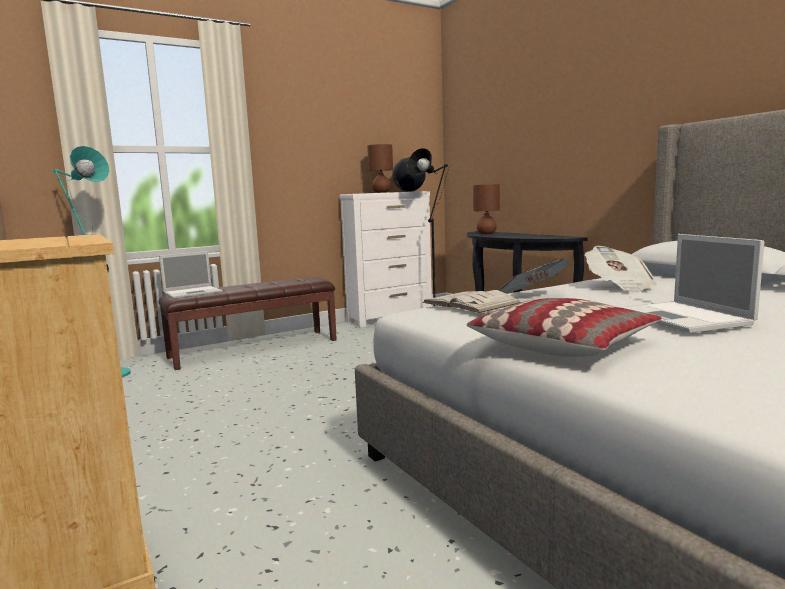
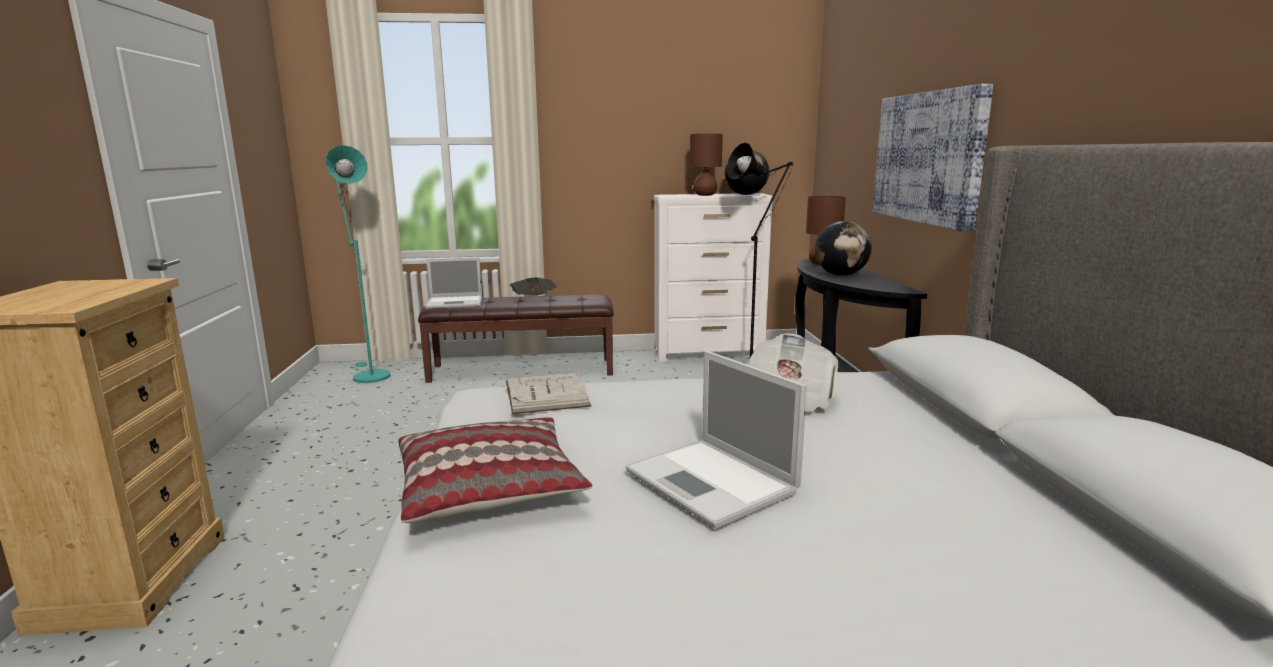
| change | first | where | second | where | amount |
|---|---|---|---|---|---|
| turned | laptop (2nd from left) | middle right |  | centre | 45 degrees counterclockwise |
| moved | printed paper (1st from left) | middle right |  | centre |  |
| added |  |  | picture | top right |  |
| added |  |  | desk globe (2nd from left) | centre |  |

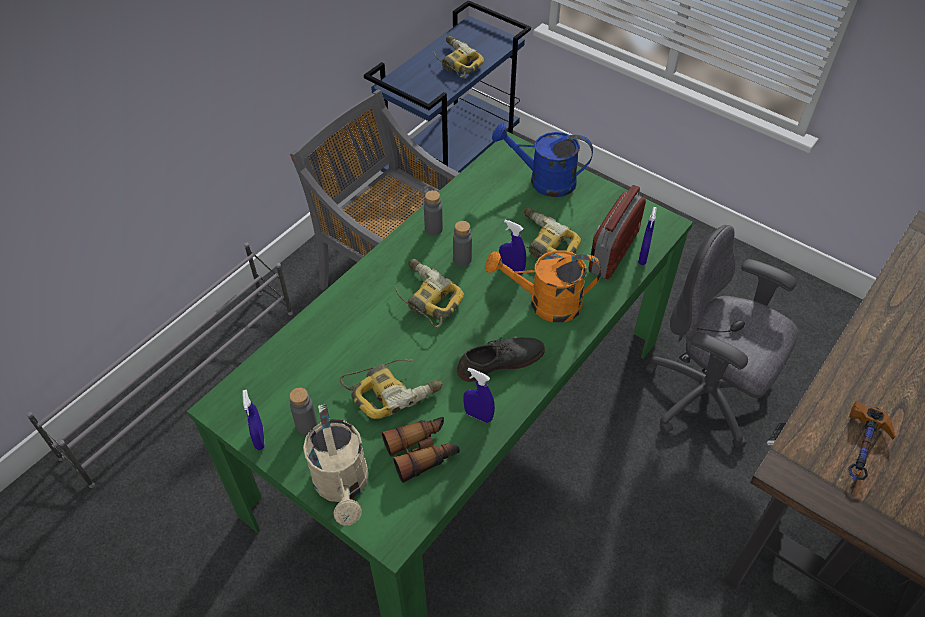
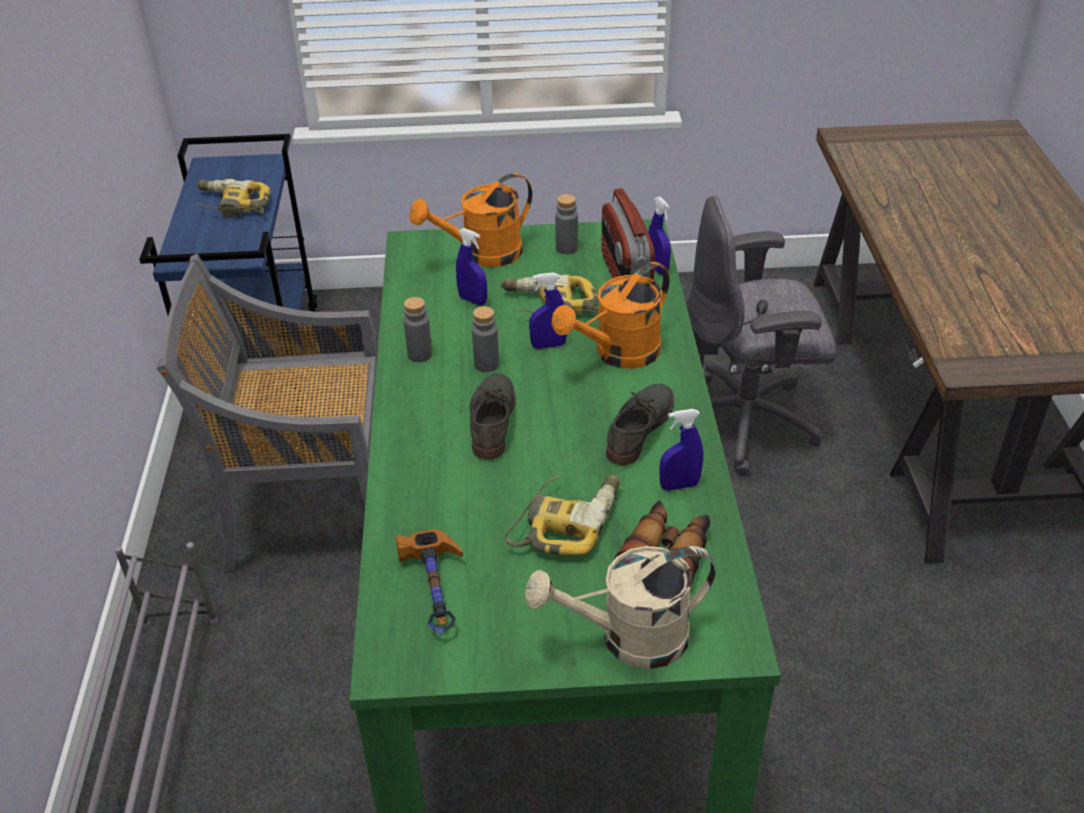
| change | first | where | second | where | amount |
|---|---|---|---|---|---|
| recoloured | bluish watering can | top centre | orange-coloured watering can (1st from left) | top centre |  |
| replaced | drill (2nd from left) | centre | greyish item of footwear (1st from left) | centre |  |
| moved | greyish drink bottle (1st from left in the first image) | middle left | greyish drink bottle (3rd from left) | top centre |  |
| moved | bluish hand sprayer (1st from left) | bottom left |  | top centre |  |
| moved | tool hammer | bottom right |  | bottom centre |  |
| turned | beige-coloured watering can | bottom centre |  | bottom centre | 135 degrees clockwise |

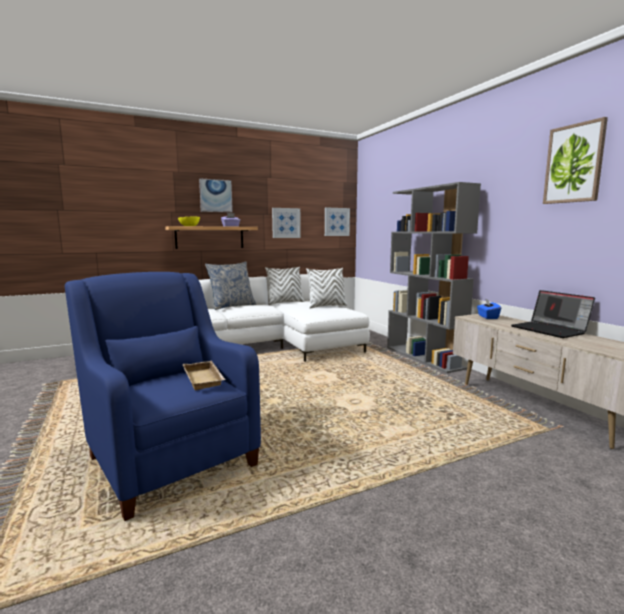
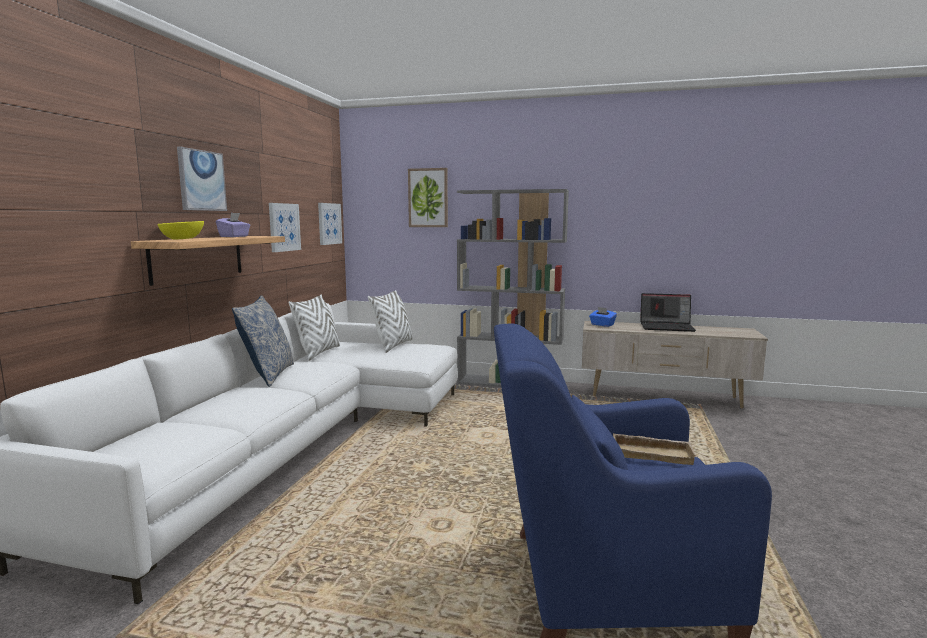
| change | first | where | second | where | amount |
|---|---|---|---|---|---|
| moved | picture (4th from left) | top right |  | top centre |  |

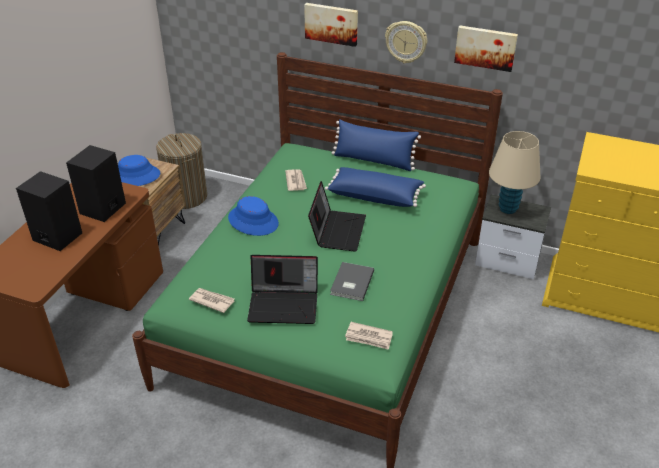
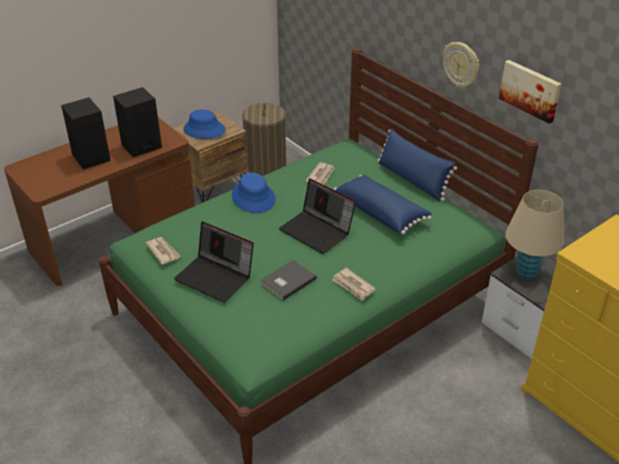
| change | first | where | second | where | amount |
|---|---|---|---|---|---|
| removed | picture (1st from left) | top centre |  |  |  |
| turned | laptop (2nd from left) | centre |  | centre | 90 degrees clockwise |
| moved | printed paper (3rd from left) | bottom centre |  | centre |  |

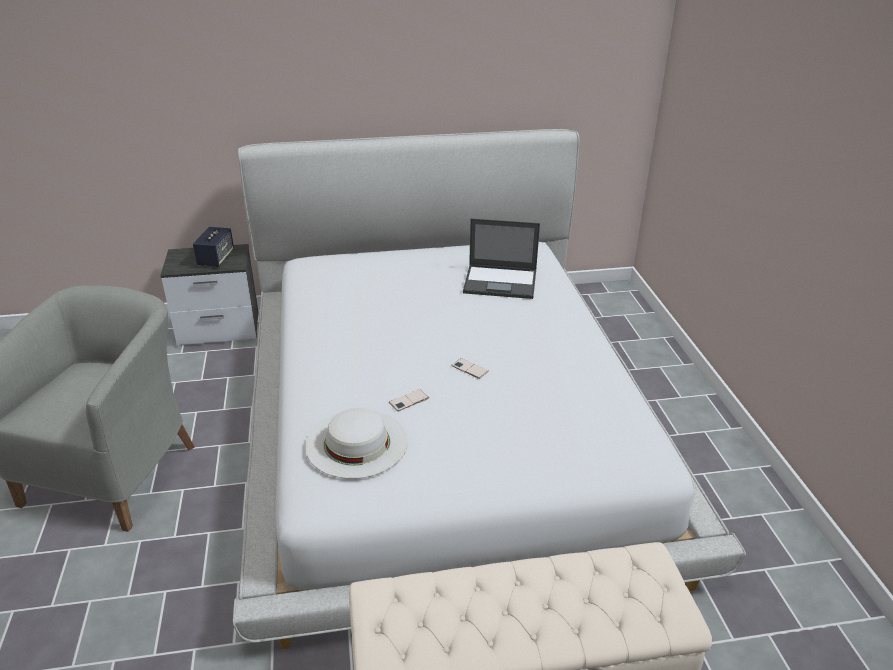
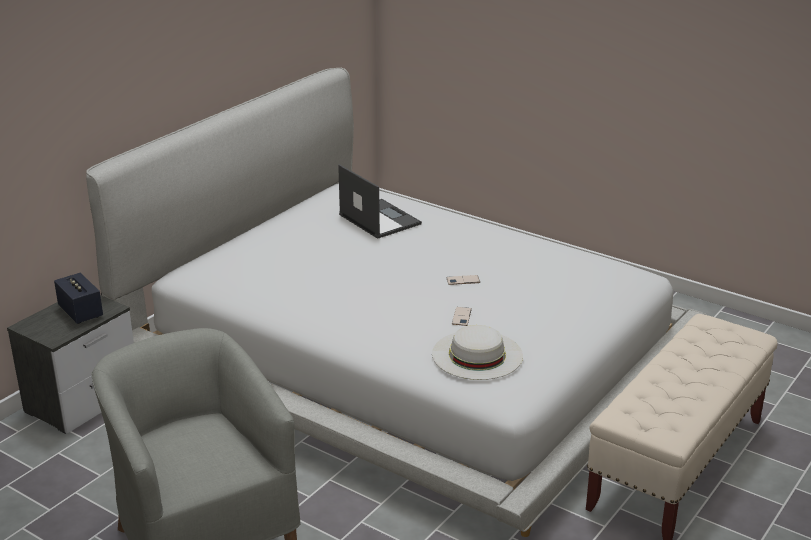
| change | first | where | second | where | amount |
|---|---|---|---|---|---|
| turned | laptop | centre |  | centre | 90 degrees counterclockwise |

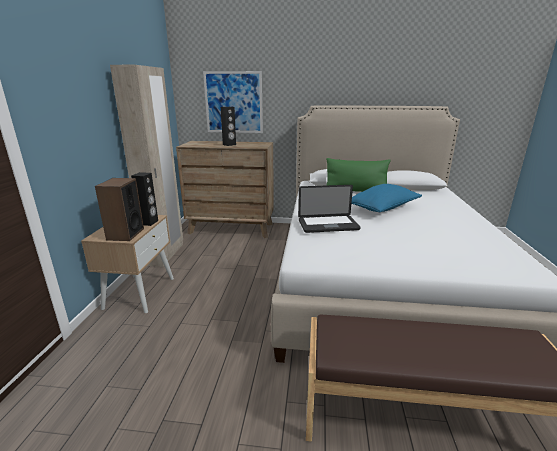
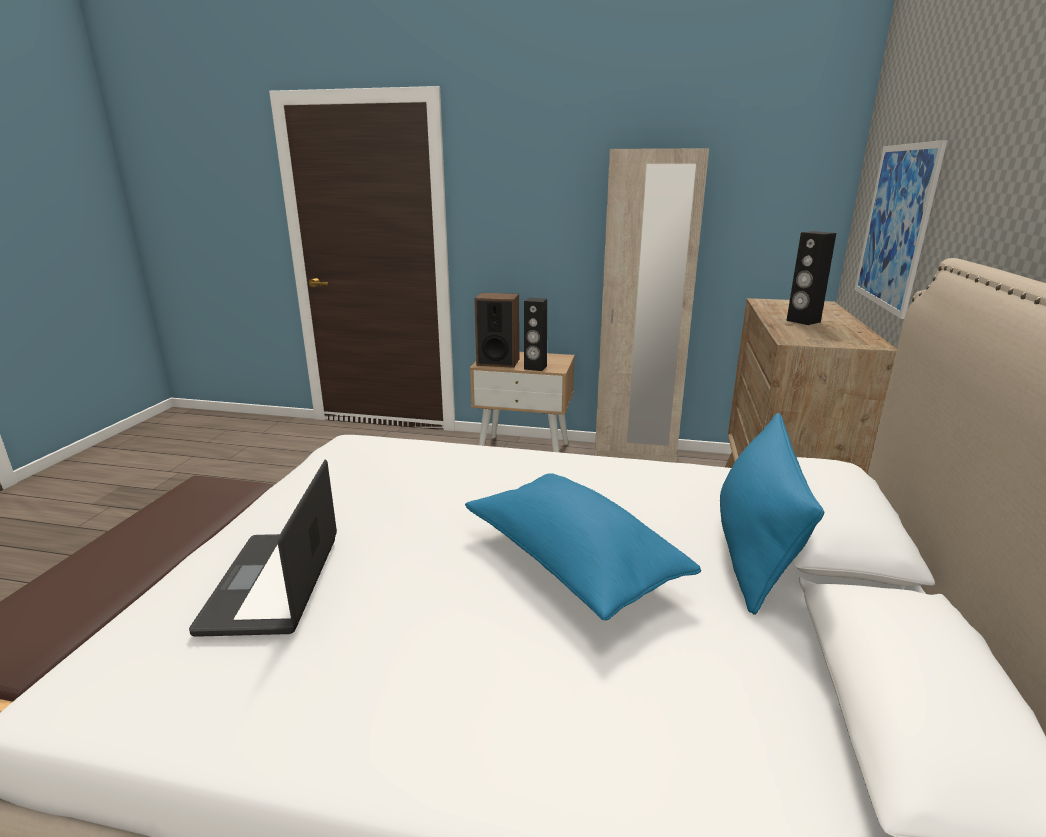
| change | first | where | second | where | amount |
|---|---|---|---|---|---|
| recoloured | green throw pillow | centre | bluish throw pillow (2nd from left) | middle right |  |
| moved | laptop | centre |  | middle left |  |

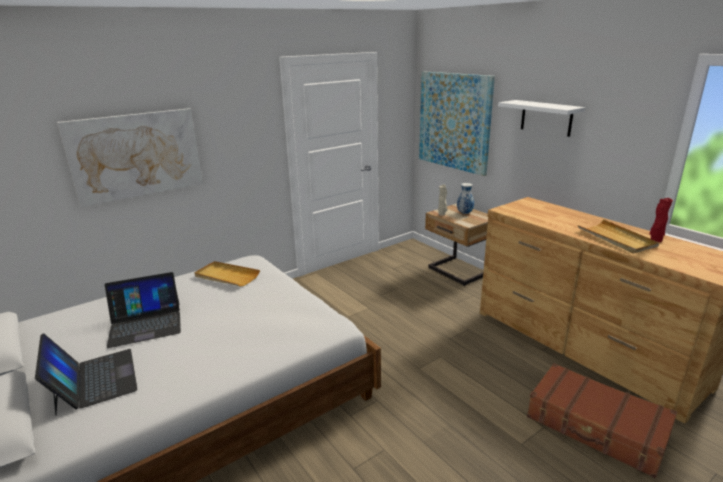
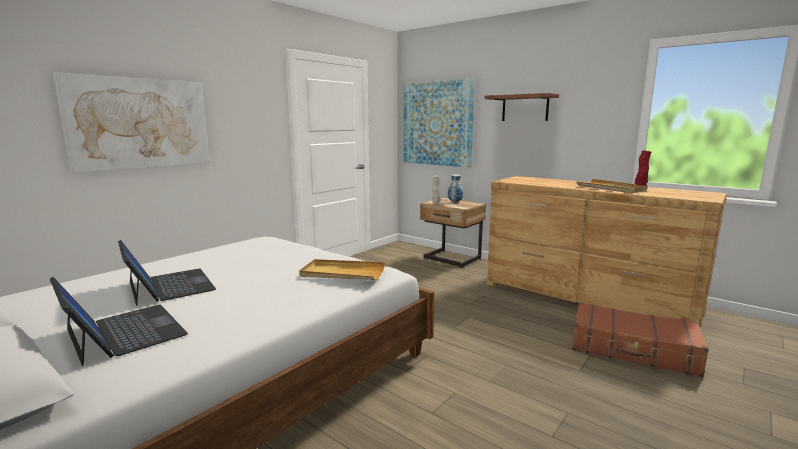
| change | first | where | second | where | amount |
|---|---|---|---|---|---|
| recoloured | whitish wall shelf | top right | brown wall shelf | top centre |  |
| moved | beige-coloured carrying tray (1st from left) | middle left |  | centre |  |
| turned | laptop (2nd from left) | middle left |  | middle left | 90 degrees counterclockwise |

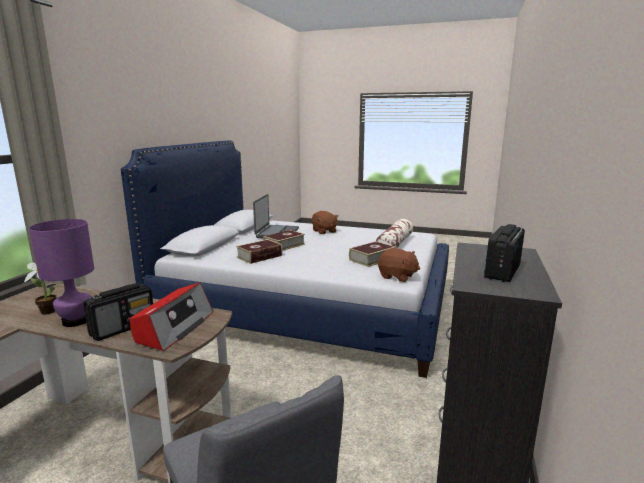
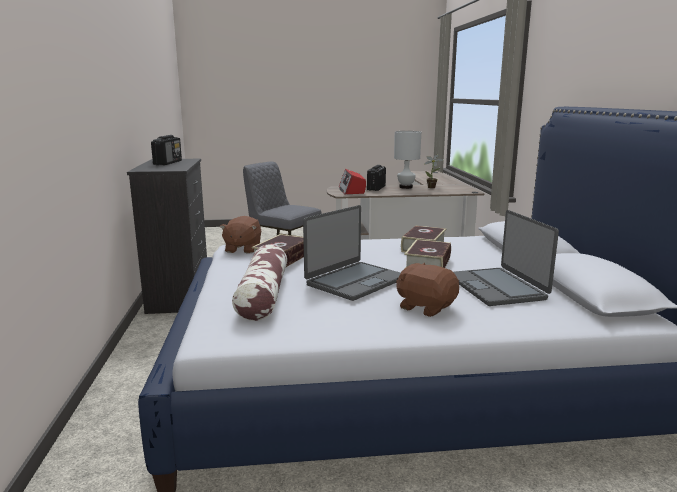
| change | first | where | second | where | amount |
|---|---|---|---|---|---|
| recoloured | purplish lamp for a table | middle left | whitish lamp for a table | top centre |  |
| turned | brown soft toy (2nd from left in the first image) | centre | brown soft toy (1st from left) | centre | 90 degrees counterclockwise |
| added |  |  | laptop (1st from left) | centre |  |

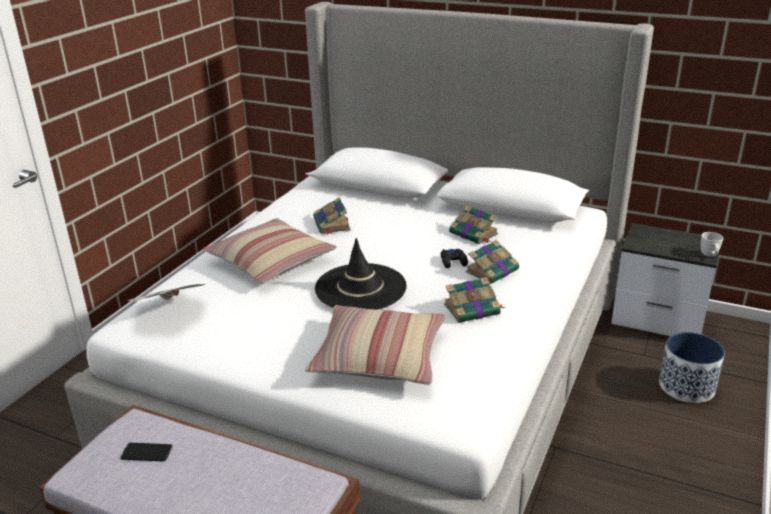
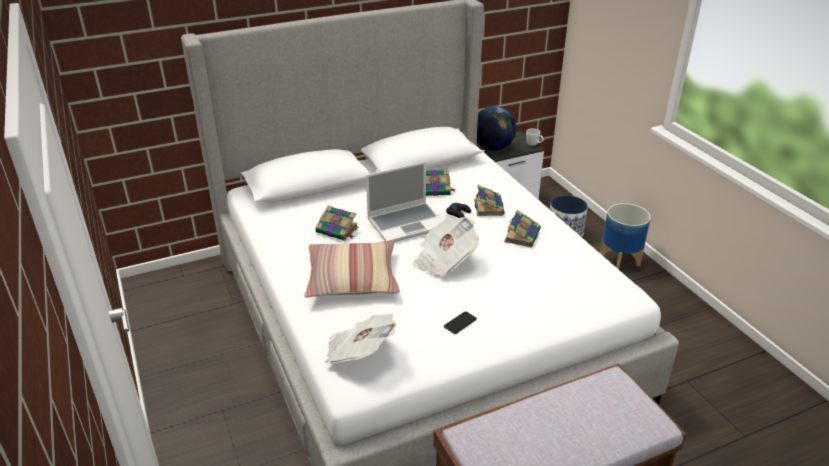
| change | first | where | second | where | amount |
|---|---|---|---|---|---|
| replaced | black wearable hat | centre | printed paper (2nd from left) | centre |  |
| removed | throw pillow (2nd from left) | bottom centre |  |  |  |
| moved | phone | bottom left |  | bottom centre |  |
| added |  |  | desk globe | top centre |  |
| added |  |  | laptop | centre |  |
| added |  |  | flower pot (2nd from left) | middle right |  |

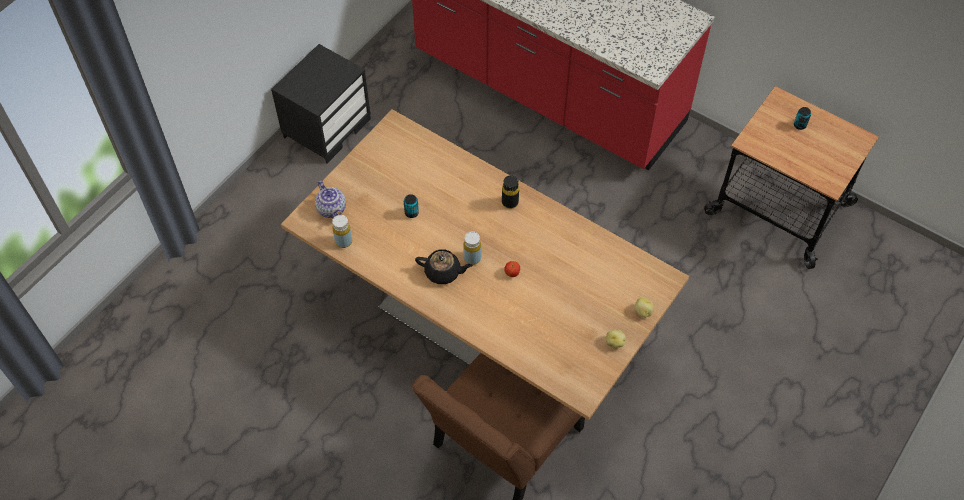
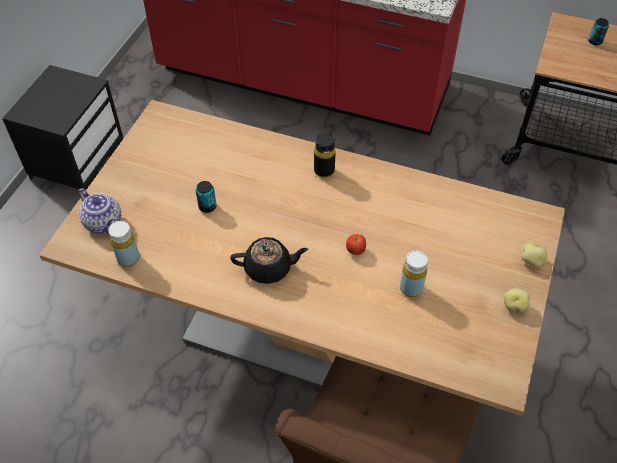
| change | first | where | second | where | amount |
|---|---|---|---|---|---|
| moved | yellow drink bottle (2nd from left) | centre |  | middle right |  |

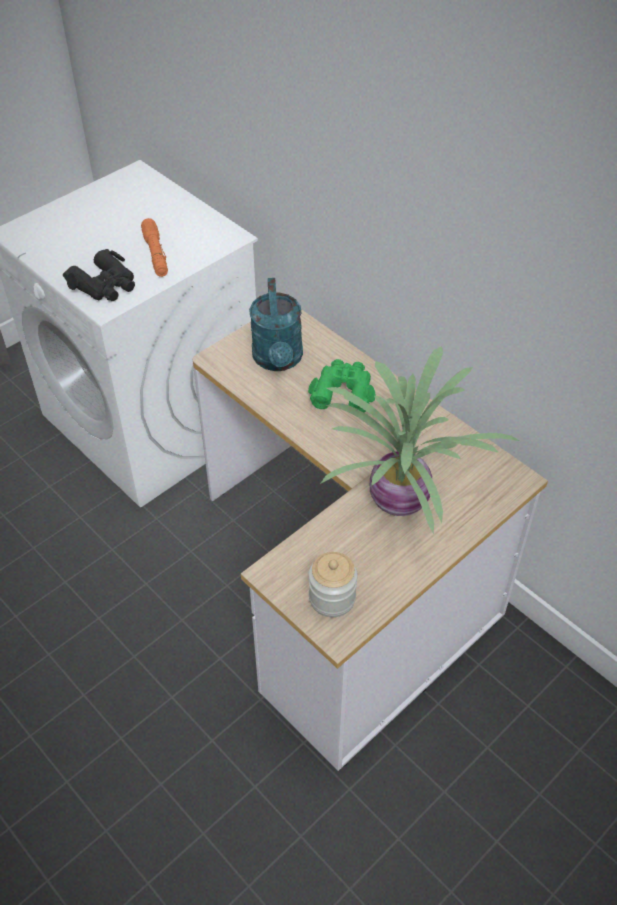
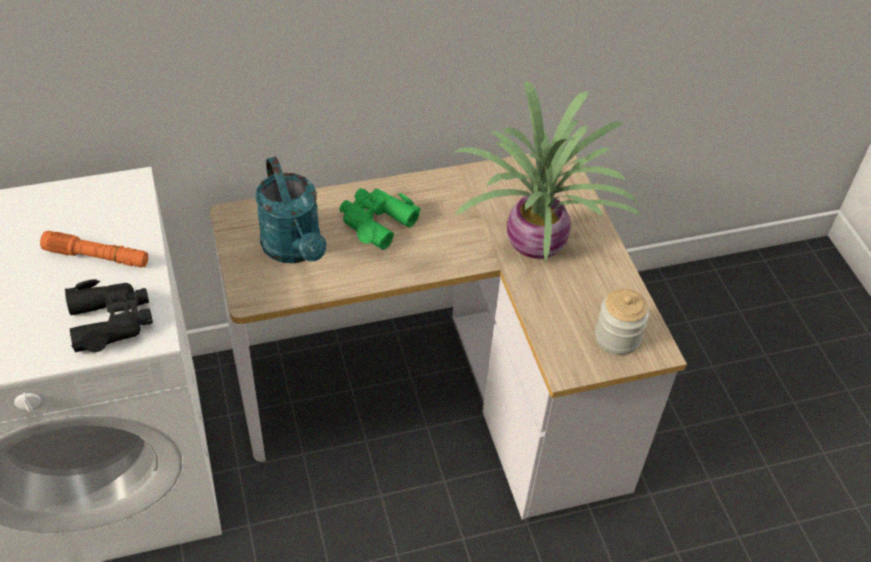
| change | first | where | second | where | amount |
|---|---|---|---|---|---|
| turned | turquoise-coloured watering can | centre |  | middle left | 45 degrees clockwise |

